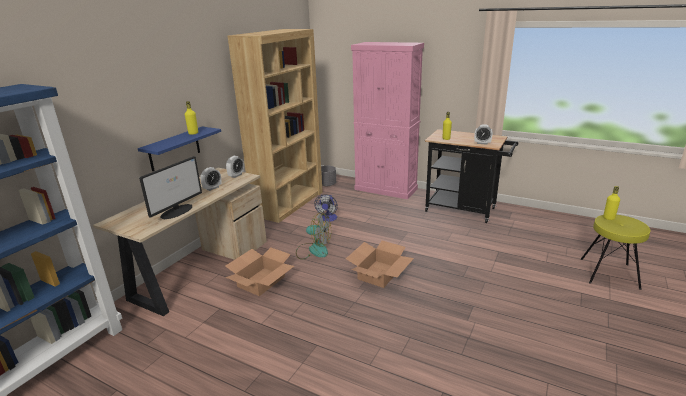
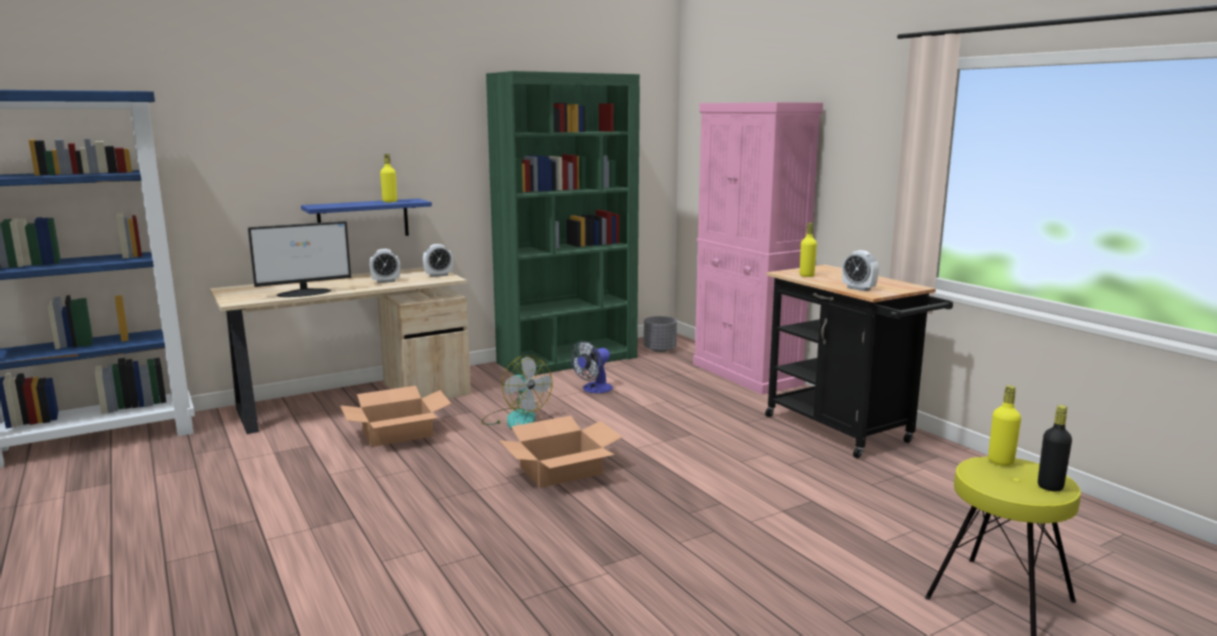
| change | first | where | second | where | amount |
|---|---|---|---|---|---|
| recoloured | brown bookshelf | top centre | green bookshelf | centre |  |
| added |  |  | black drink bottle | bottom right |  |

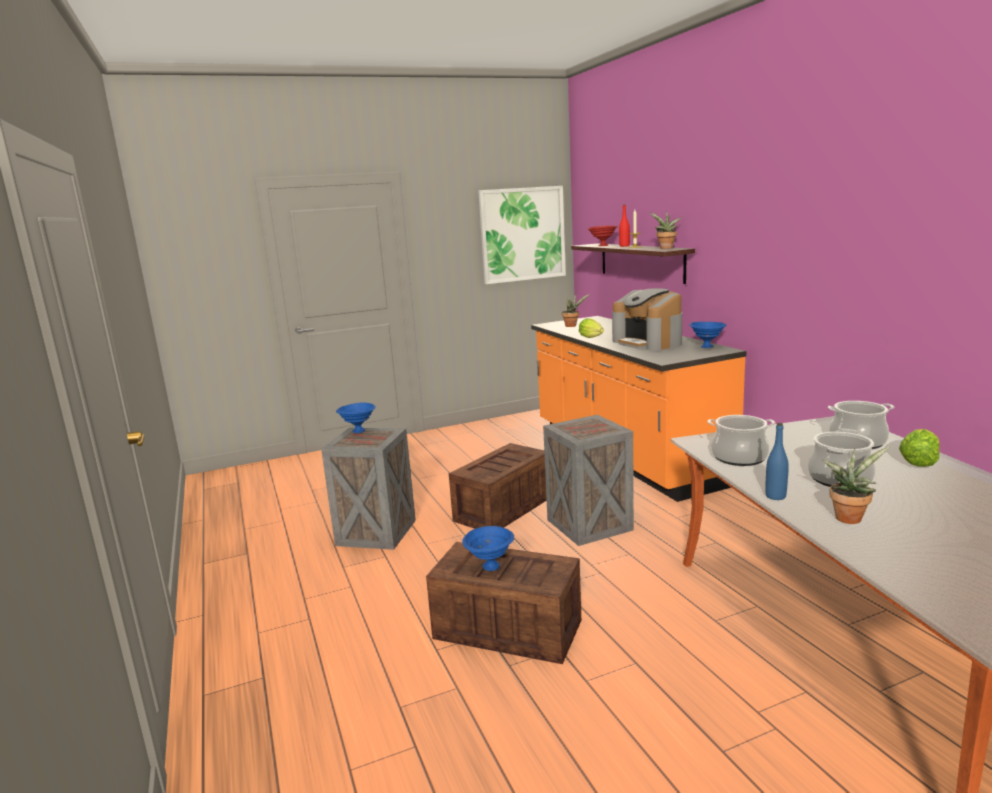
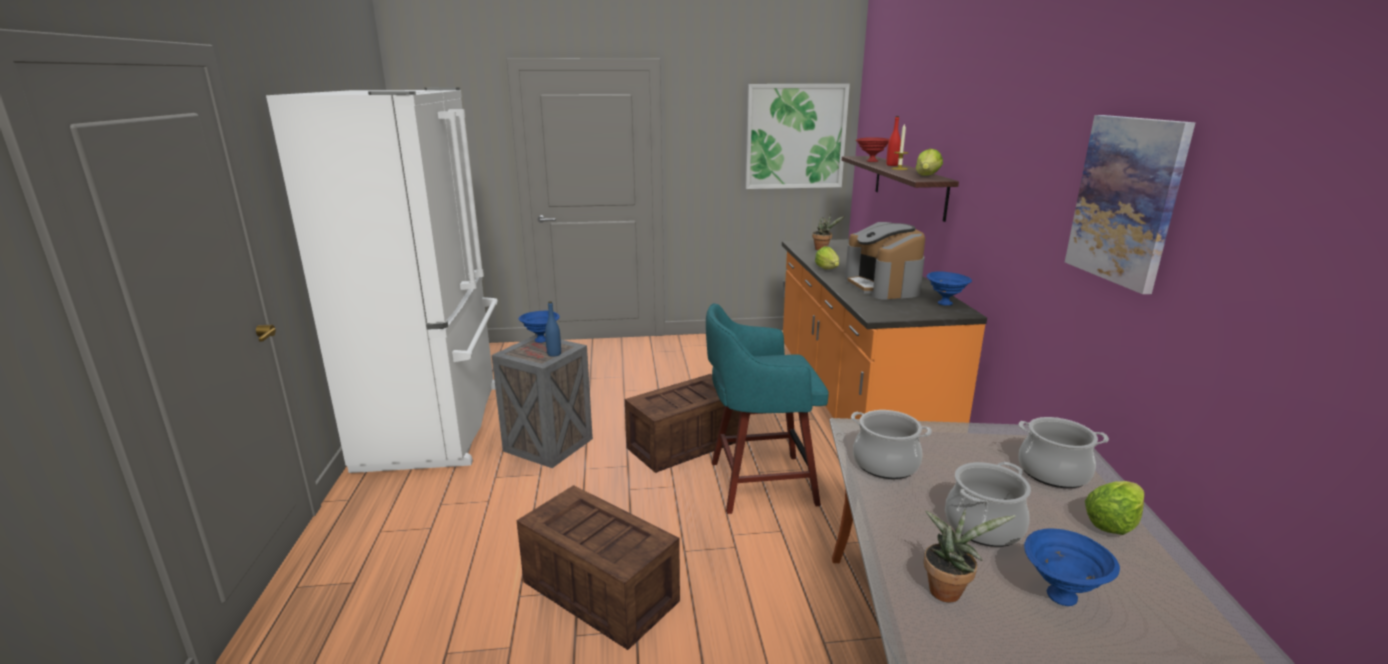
| change | first | where | second | where | amount |
|---|---|---|---|---|---|
| replaced | plant in a pot (2nd from left) | top right | lettuce head (2nd from left) | top right |  |
| replaced | crate (4th from left) | centre | turquoise-coloured sitting stool | centre |  |
| moved | bluish drink bottle | middle right |  | centre |  |
| moved | bluish deep dish (2nd from left in the first image) | bottom centre | bluish deep dish (3rd from left) | bottom right |  |
| added |  |  | whitish refrigerator | middle left |  |
| added |  |  | picture (2nd from left) | top right |  |

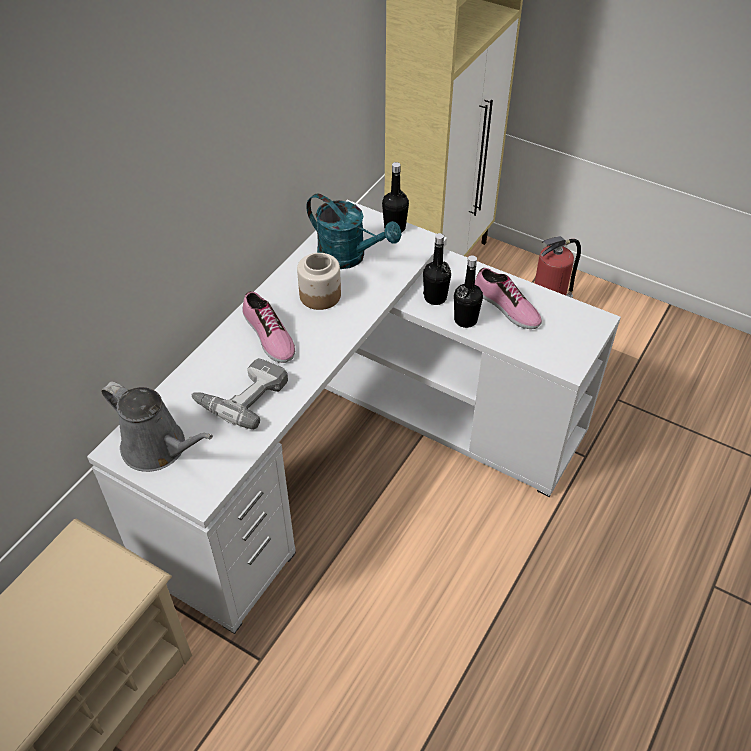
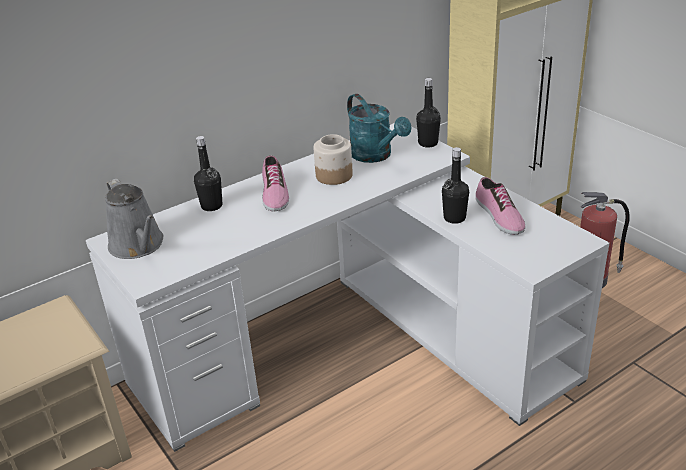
| change | first | where | second | where | amount |
|---|---|---|---|---|---|
| moved | black drink bottle (2nd from left in the first image) | centre | black drink bottle (1st from left) | middle left |  |
| removed | drill | middle left |  |  |  |

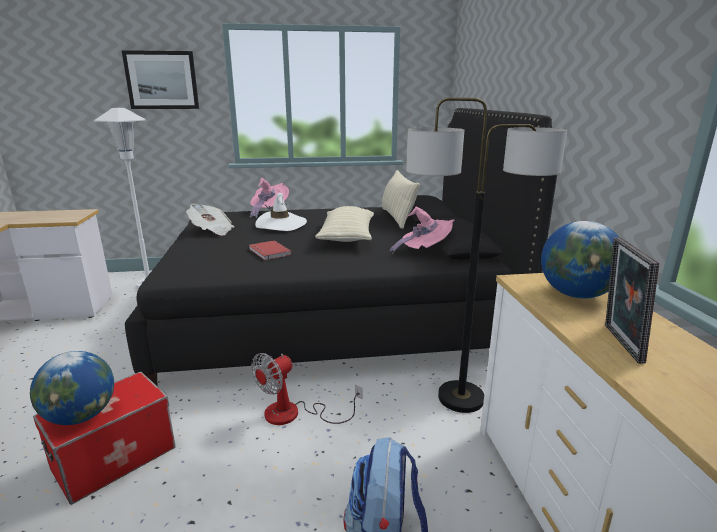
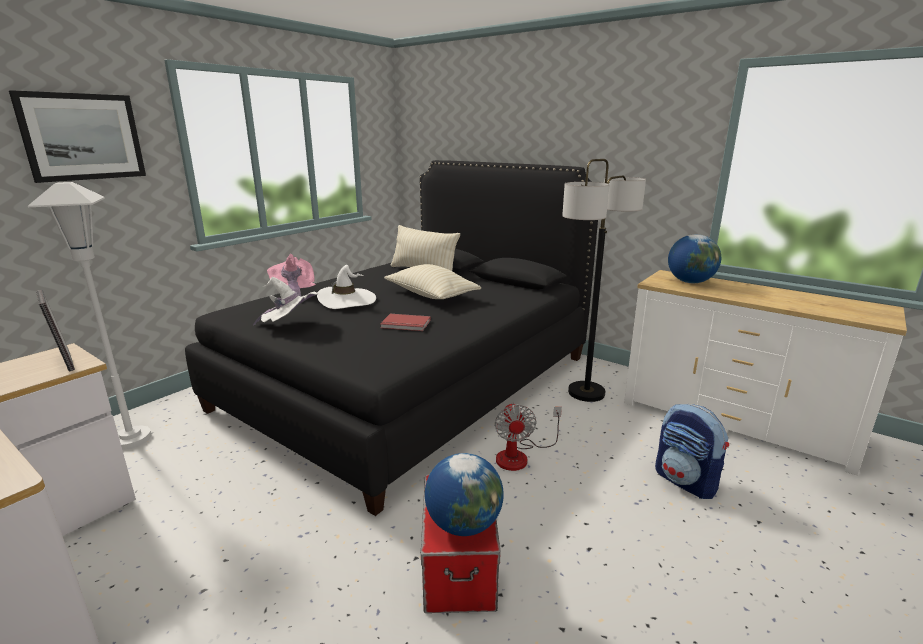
| change | first | where | second | where | amount |
|---|---|---|---|---|---|
| replaced | printed paper | middle left | whitish wearable hat (1st from left) | middle left |  |
| removed | pinkish wearable hat (2nd from left) | centre |  |  |  |
| moved | standing frame | middle right |  | middle left |  |

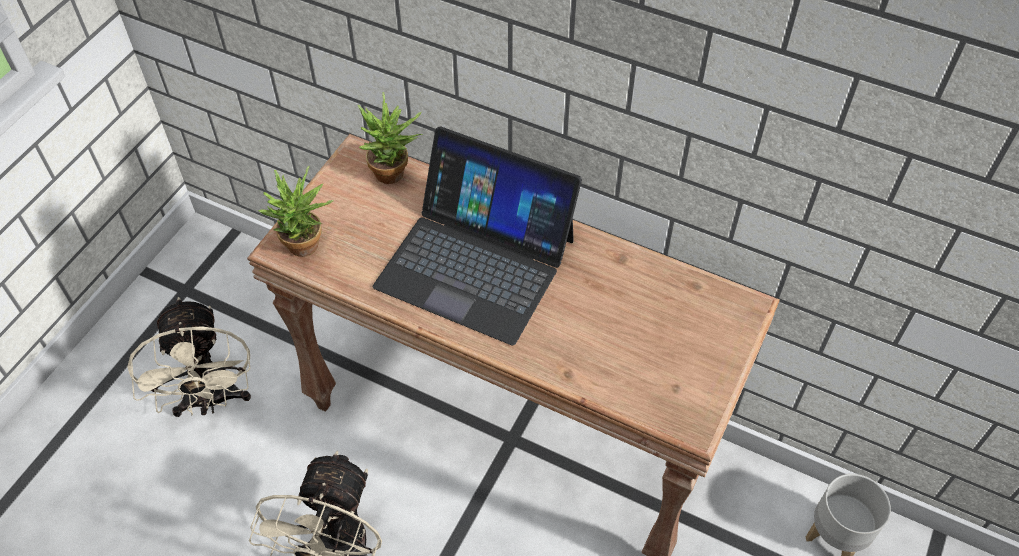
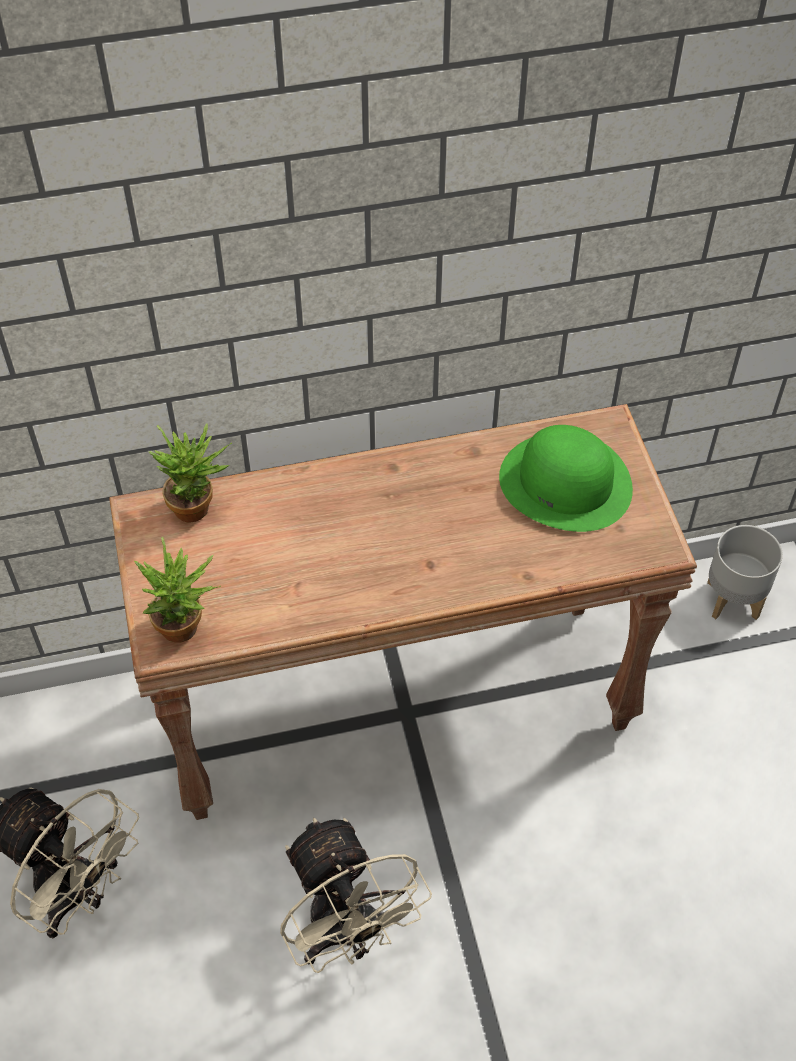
| change | first | where | second | where | amount |
|---|---|---|---|---|---|
| removed | laptop | centre |  |  |  |
| added |  |  | green wearable hat | middle right |  |

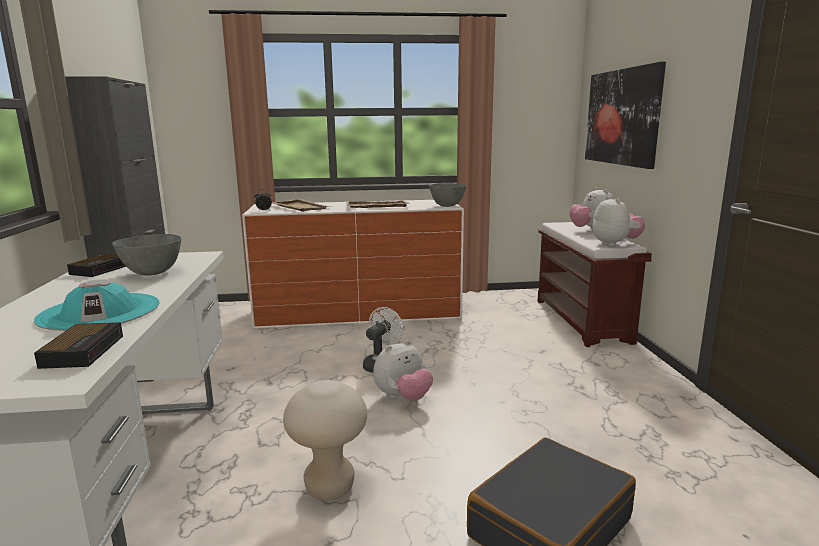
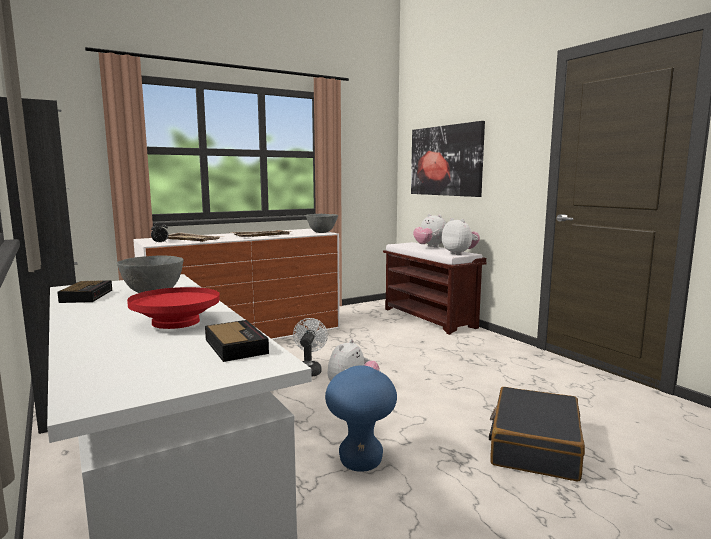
| change | first | where | second | where | amount |
|---|---|---|---|---|---|
| replaced | turquoise-coloured wearable hat | middle left | reddish deep dish | middle left |  |
| recoloured | beige-coloured sitting stool | bottom centre | bluish sitting stool | bottom centre |  |

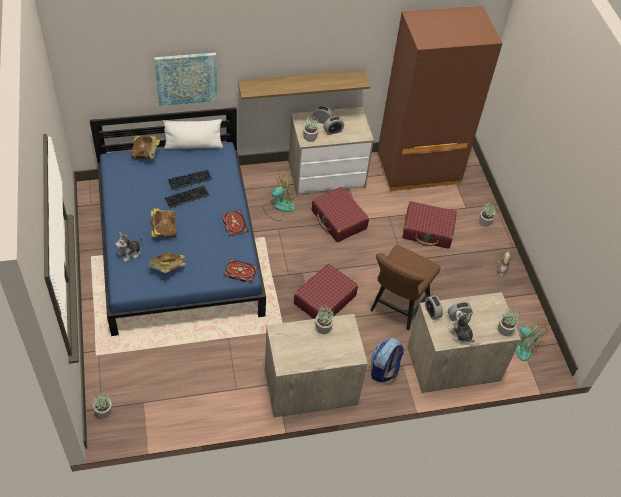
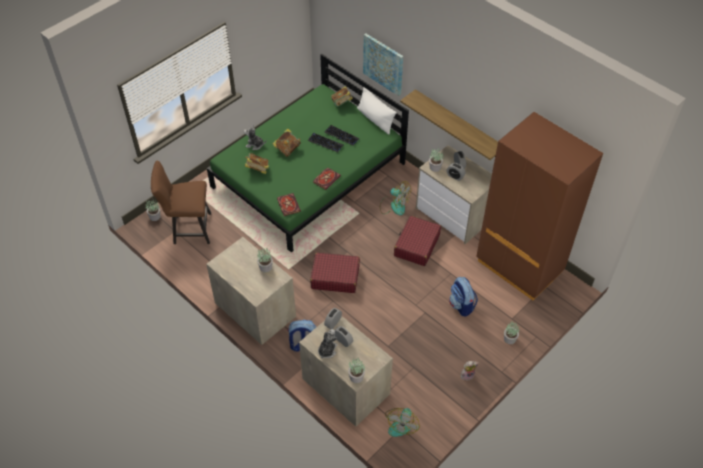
| change | first | where | second | where | amount |
|---|---|---|---|---|---|
| recoloured | bluish sleeping bed | middle left | green sleeping bed | top centre |  |
| replaced | reddish travel case (3rd from left) | middle right | rucksack (2nd from left) | centre |  |
| moved | brown upright chair | centre |  | middle left |  |

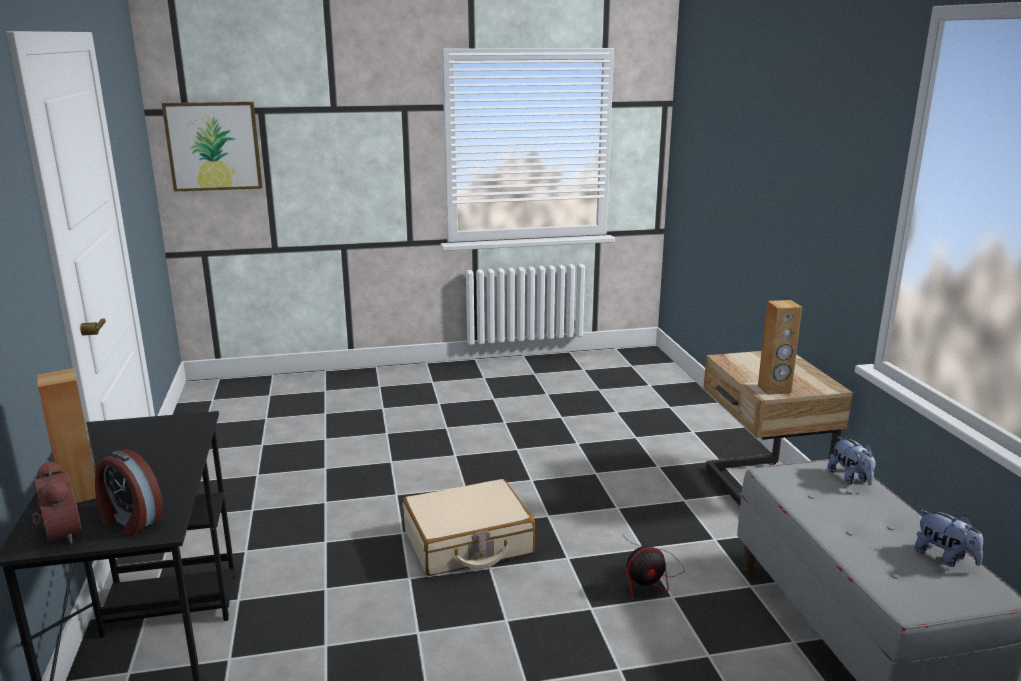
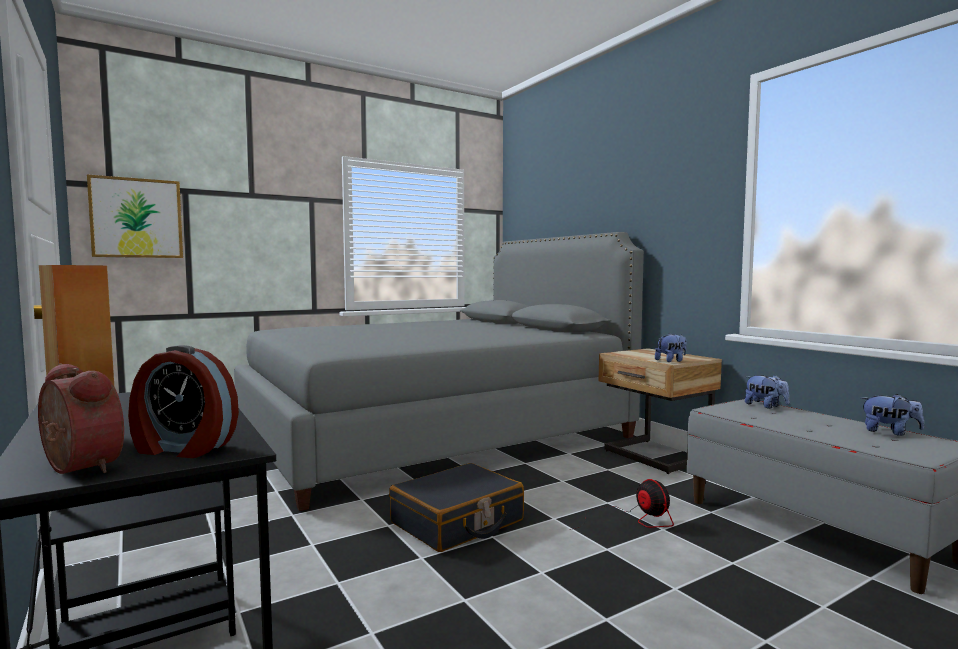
| change | first | where | second | where | amount |
|---|---|---|---|---|---|
| replaced | brown speaker (2nd from left) | middle right | soft toy (1st from left) | middle right |  |
| recoloured | beige-coloured travel case | bottom centre | black travel case | bottom centre |  |
| turned | electric fan | bottom centre |  | bottom centre | 75 degrees counterclockwise |
| added |  |  | greyish sleeping bed | centre |  |

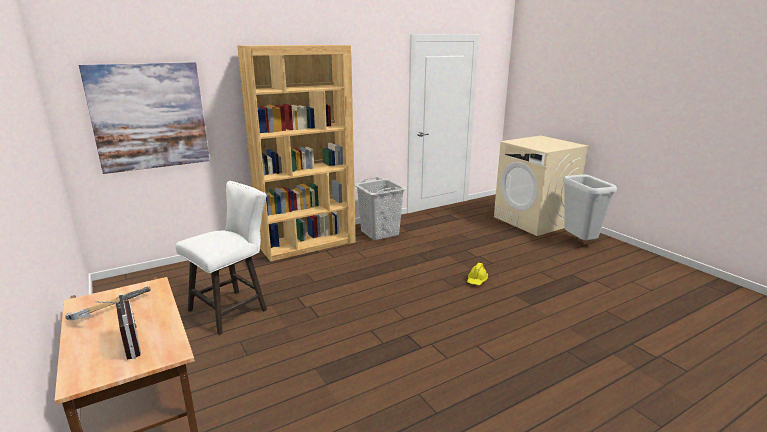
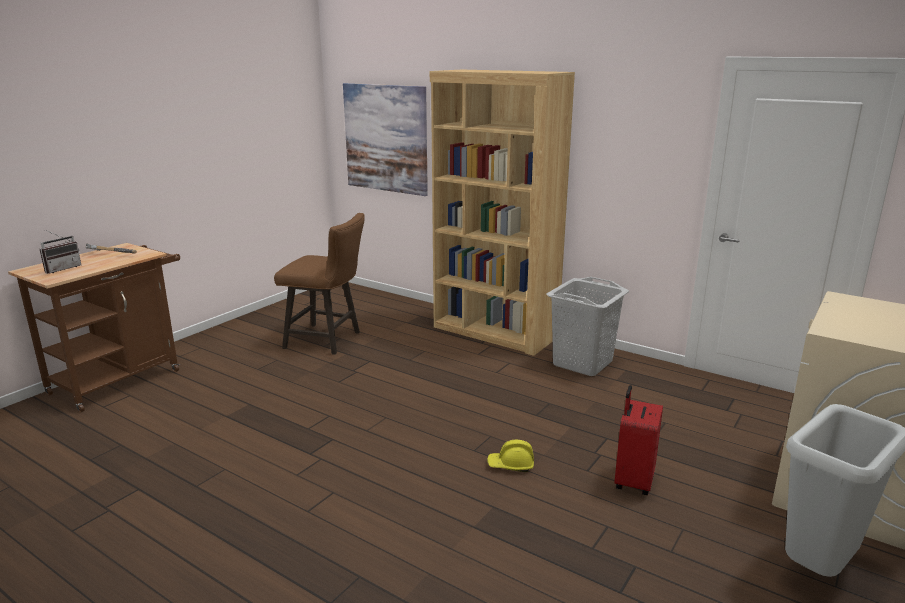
| change | first | where | second | where | amount |
|---|---|---|---|---|---|
| recoloured | whitish sitting stool | middle left | brown sitting stool | centre |  |
| added |  |  | reddish travel case | bottom right |  |

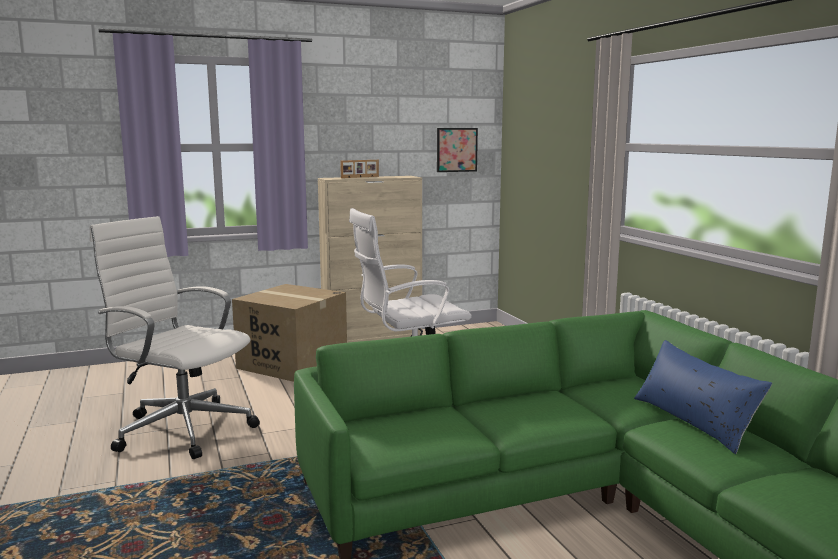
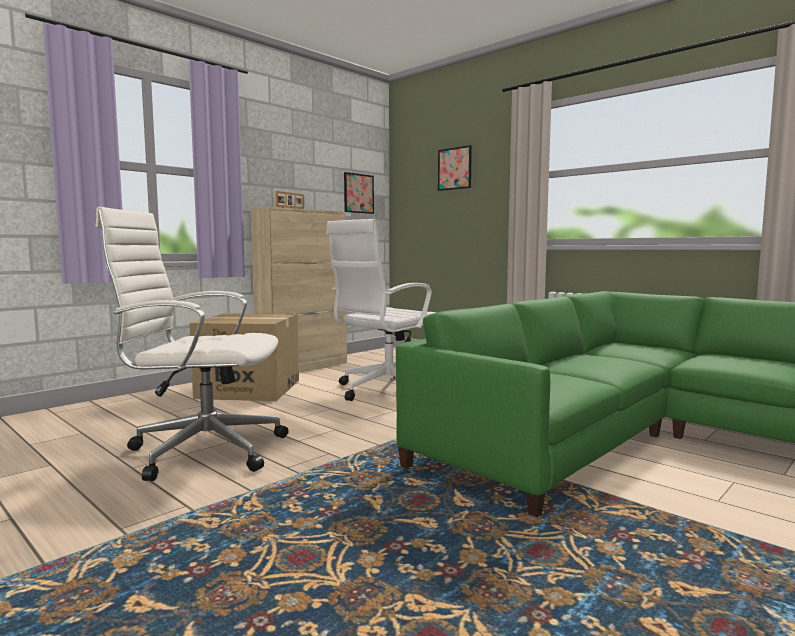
| change | first | where | second | where | amount |
|---|---|---|---|---|---|
| removed | bluish throw pillow | bottom right |  |  |  |
| added |  |  | picture (2nd from left) | top centre |  |

